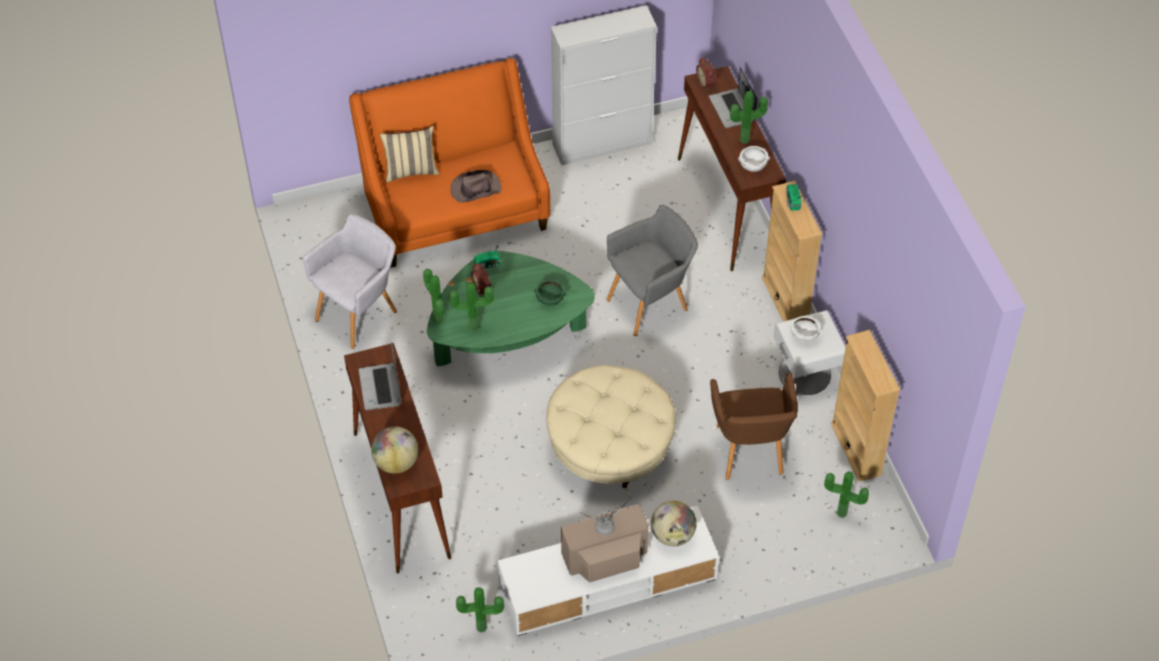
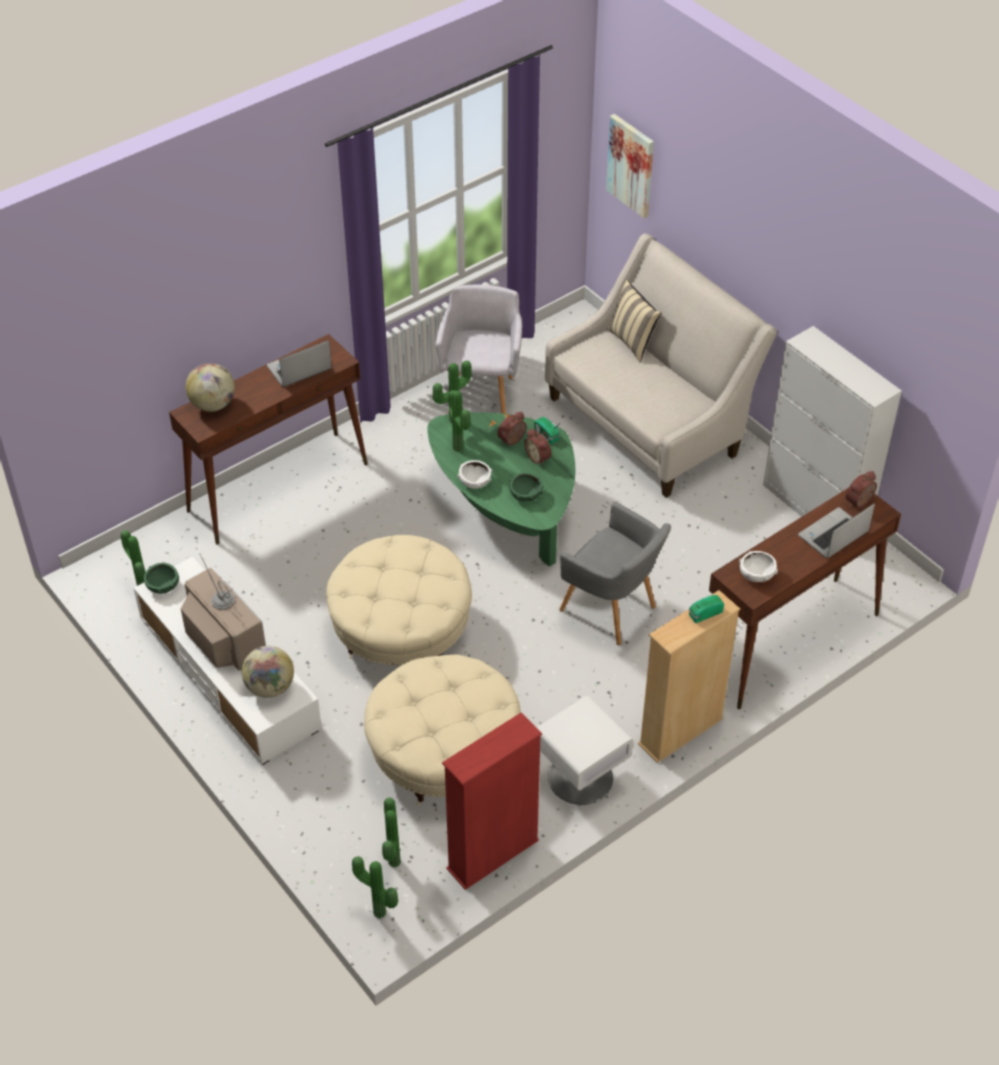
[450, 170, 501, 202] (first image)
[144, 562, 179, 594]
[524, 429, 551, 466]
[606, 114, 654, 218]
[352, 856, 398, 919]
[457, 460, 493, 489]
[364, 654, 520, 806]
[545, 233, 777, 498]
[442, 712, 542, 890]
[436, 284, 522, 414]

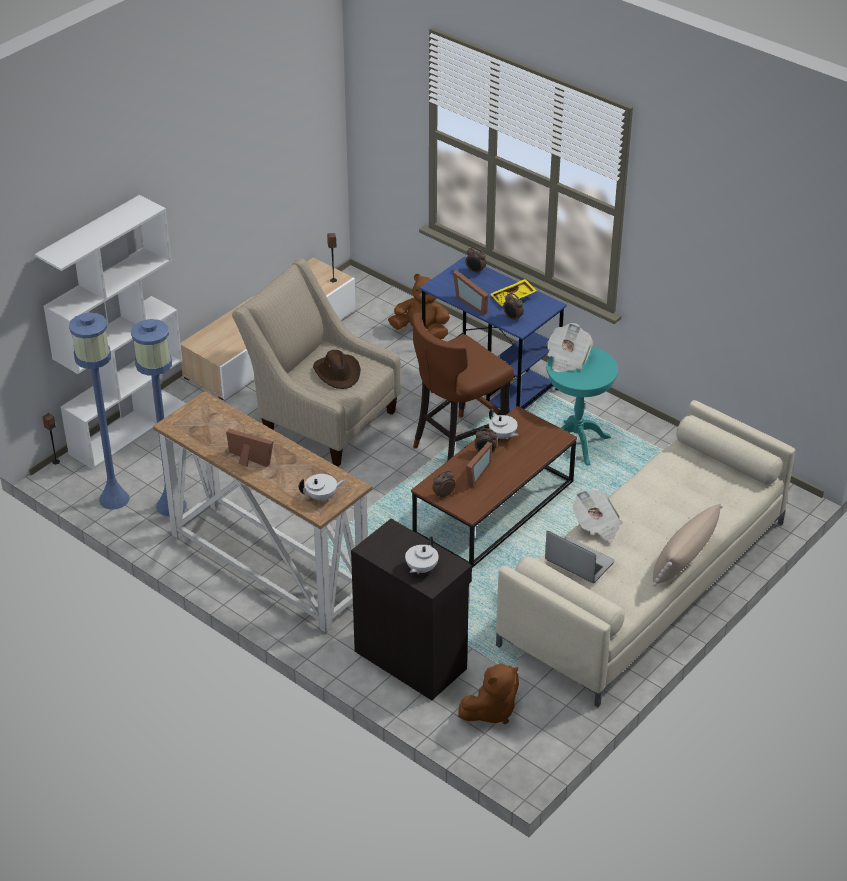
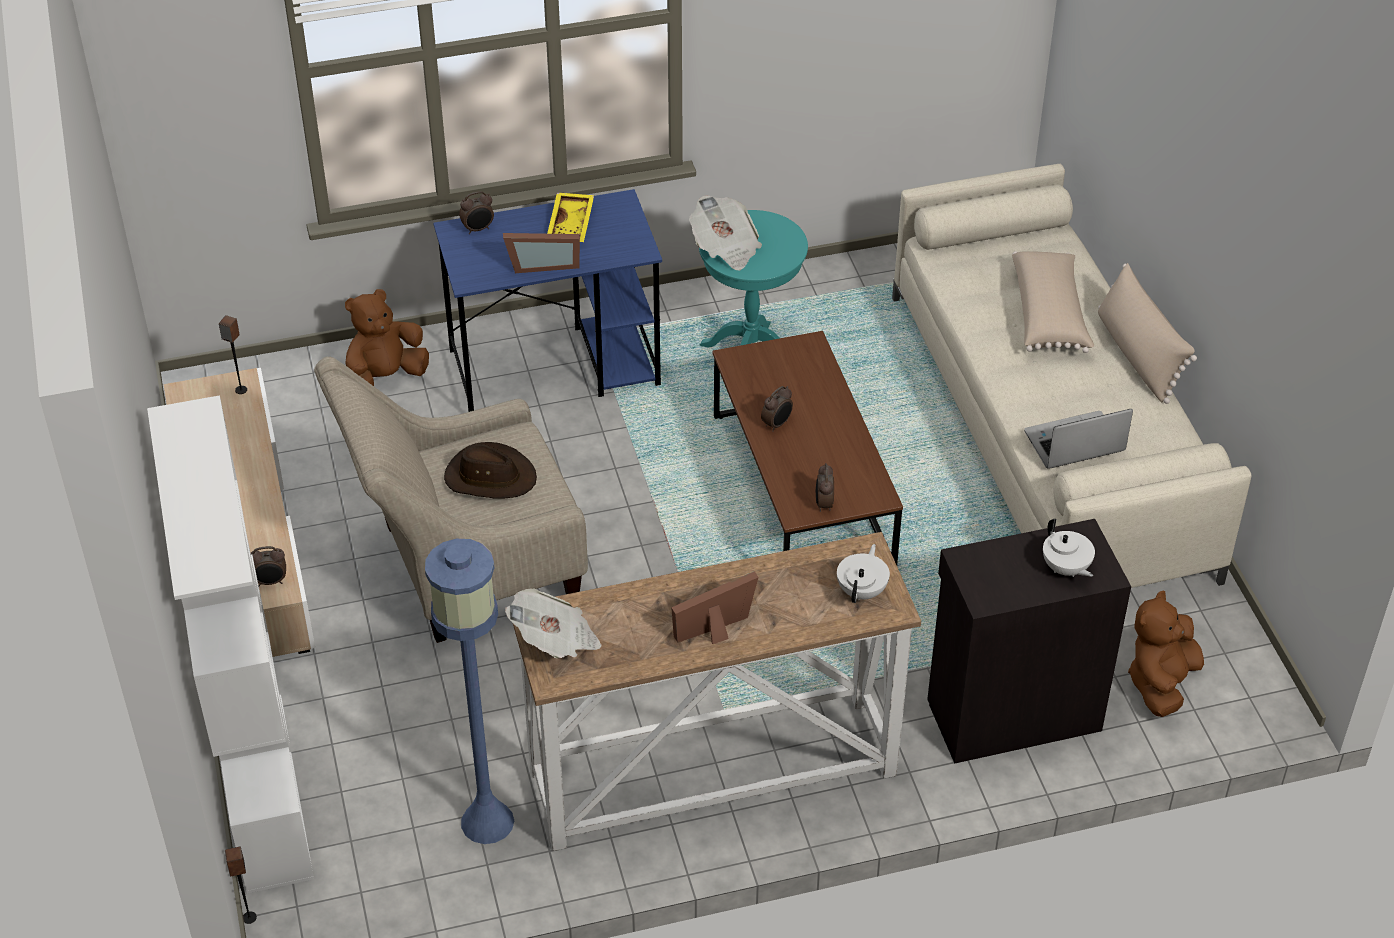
[69, 313, 129, 510] (first image)
[413, 312, 514, 460] (first image)
[466, 442, 492, 488] (first image)
[489, 409, 519, 440] (first image)
[1012, 251, 1094, 353]
[250, 546, 286, 587]
[505, 588, 602, 659]
[1128, 590, 1204, 717]

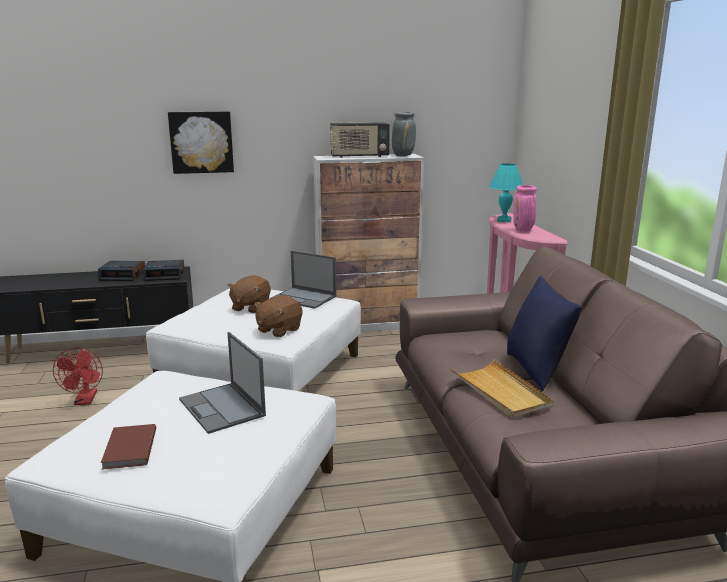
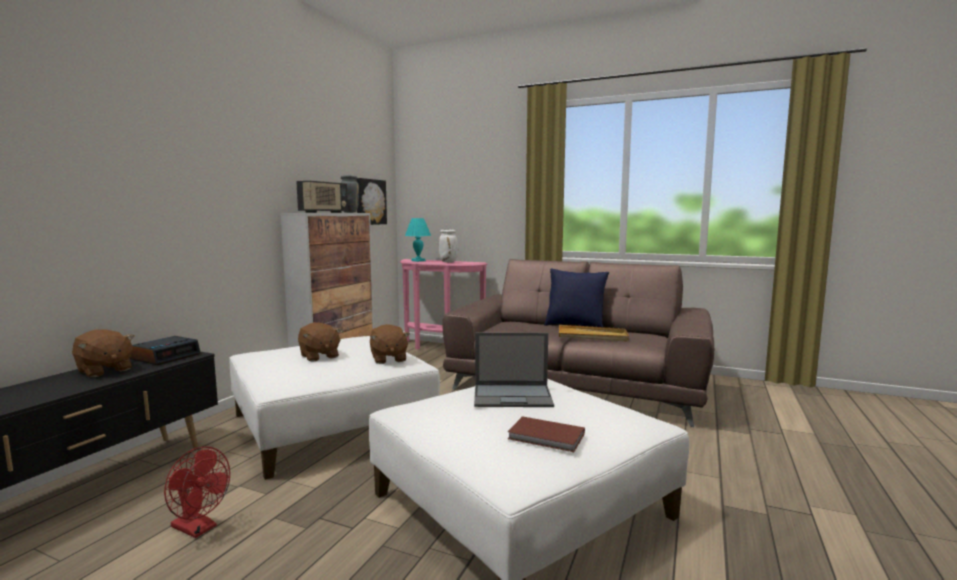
[270, 251, 336, 309] (first image)
[356, 178, 387, 225]
[72, 330, 135, 377]
[439, 229, 458, 263]

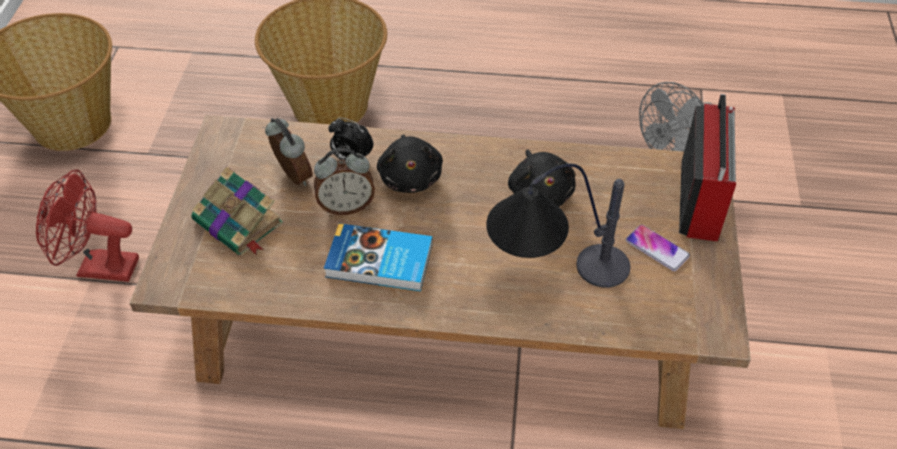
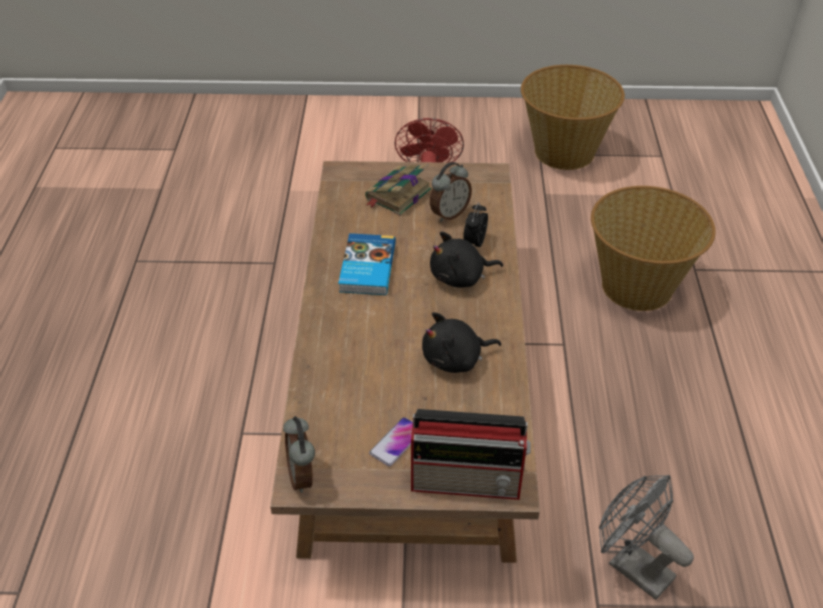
[486, 163, 630, 288] (first image)
[283, 416, 315, 493]

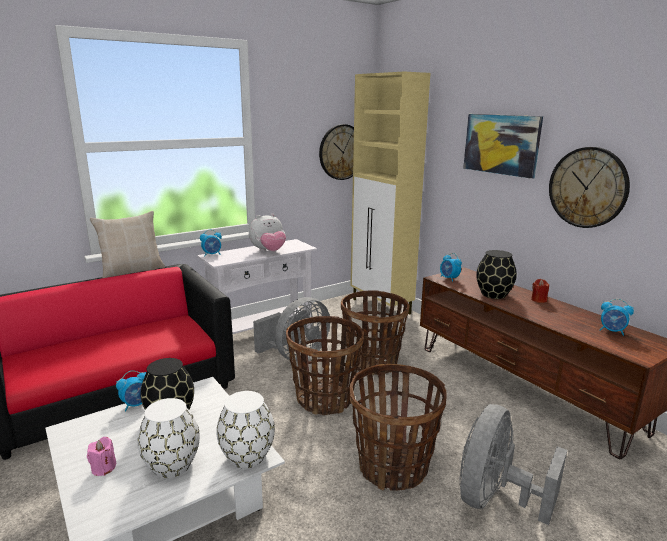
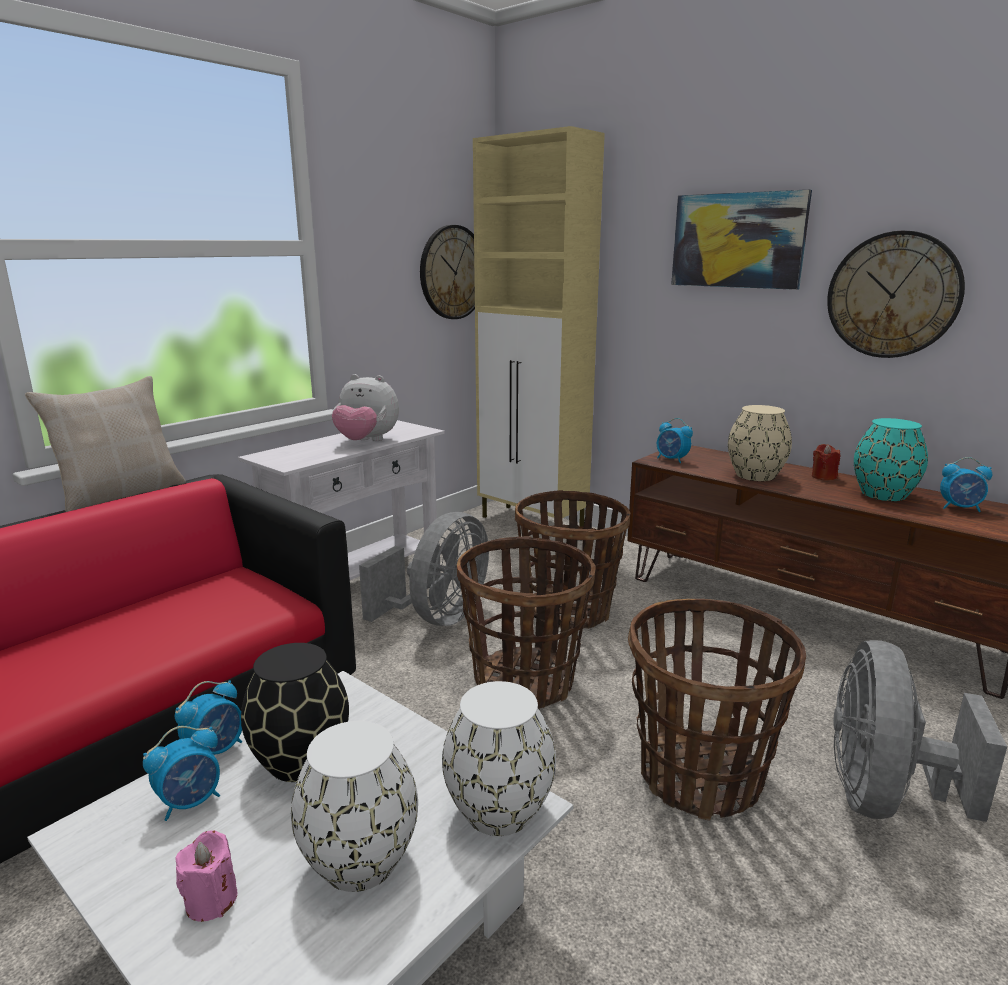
[854, 418, 928, 501]
[143, 726, 220, 821]
[728, 405, 792, 481]
[332, 374, 399, 441]

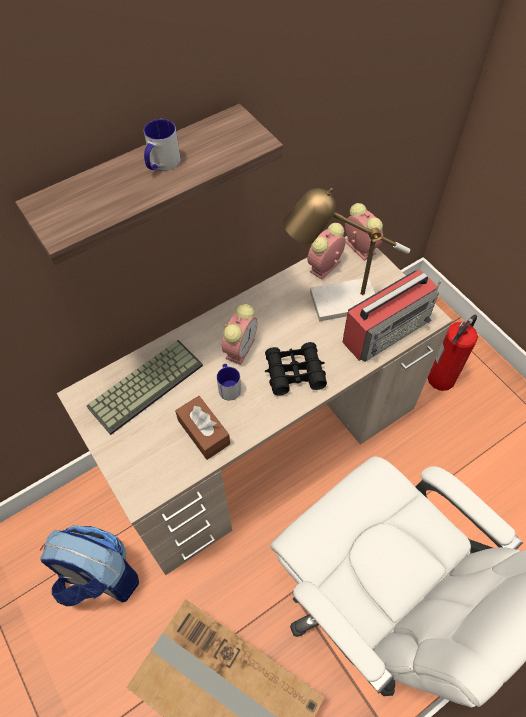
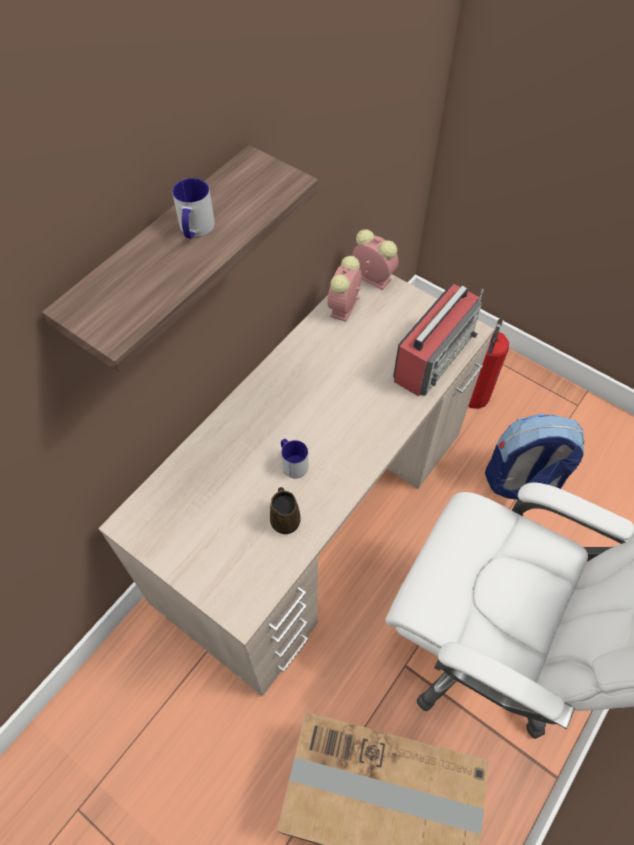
[86, 340, 203, 435] (first image)
[222, 304, 257, 365] (first image)
[265, 342, 327, 396] (first image)
[283, 188, 410, 321] (first image)
[485, 414, 584, 500]
[270, 487, 301, 534]

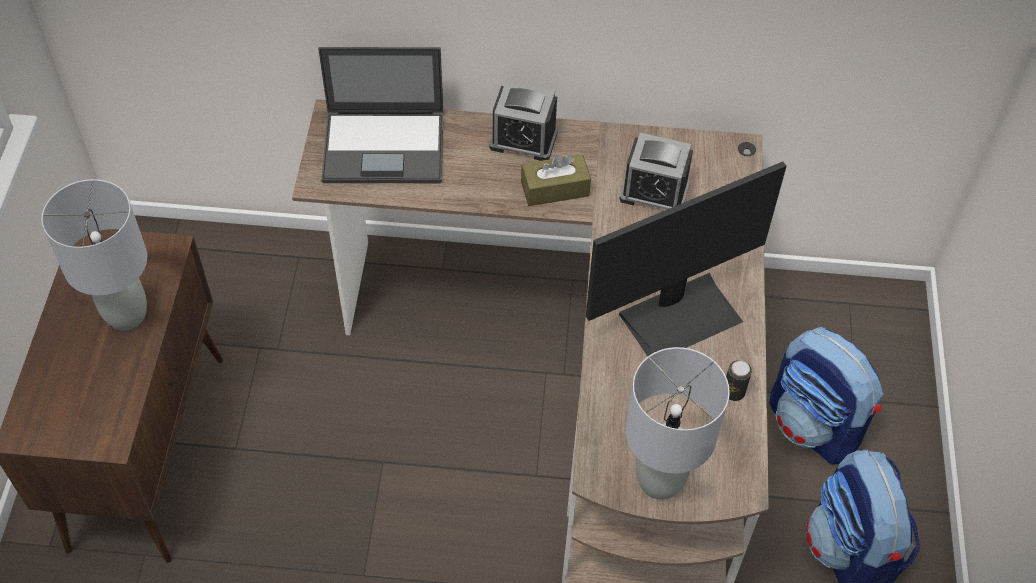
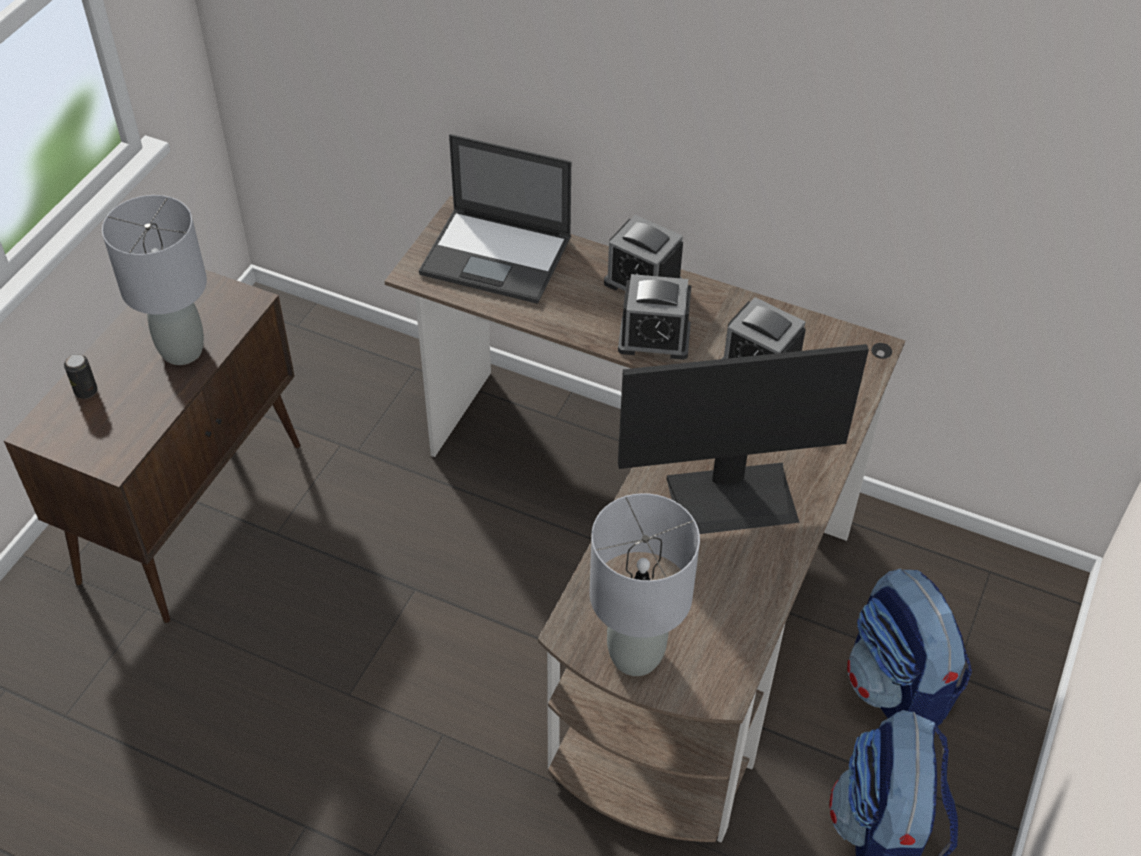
[64, 354, 98, 399]
[618, 274, 692, 360]

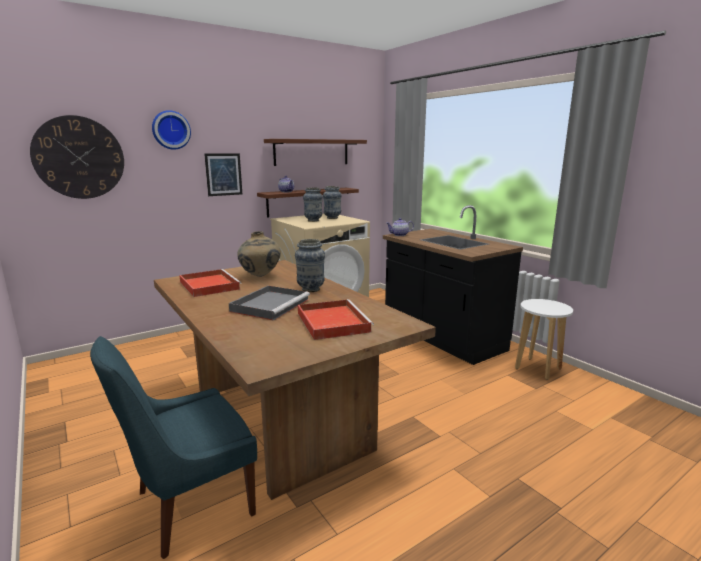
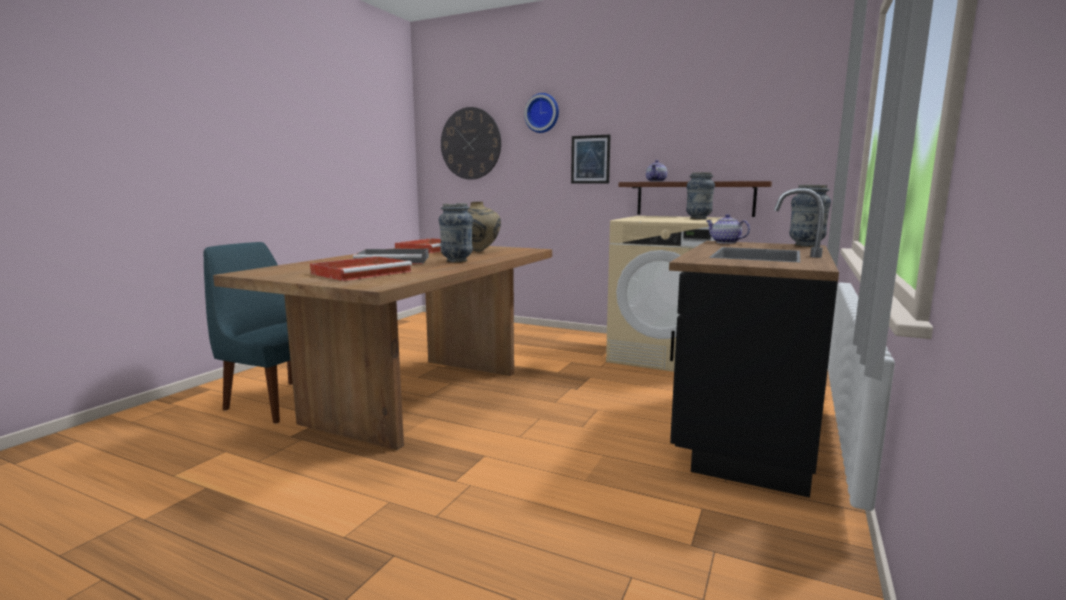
[264, 139, 367, 166] (first image)
[515, 299, 573, 380] (first image)
[789, 185, 831, 247]

